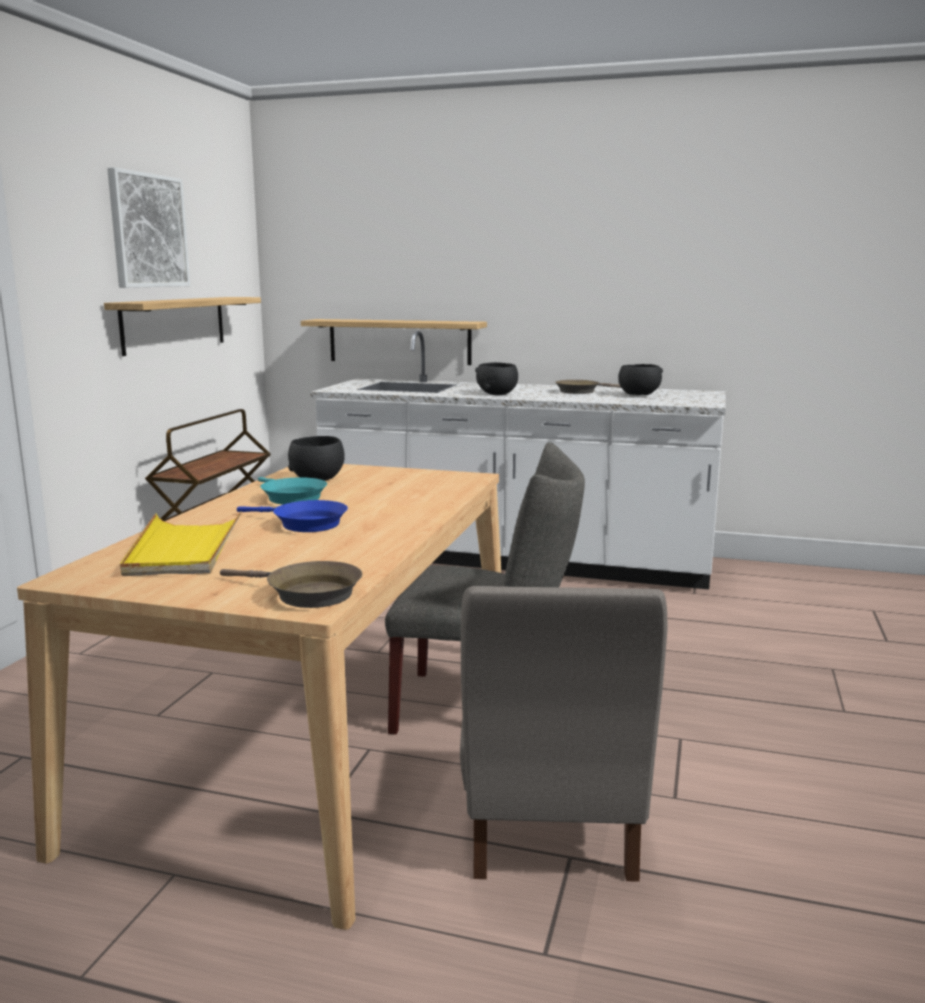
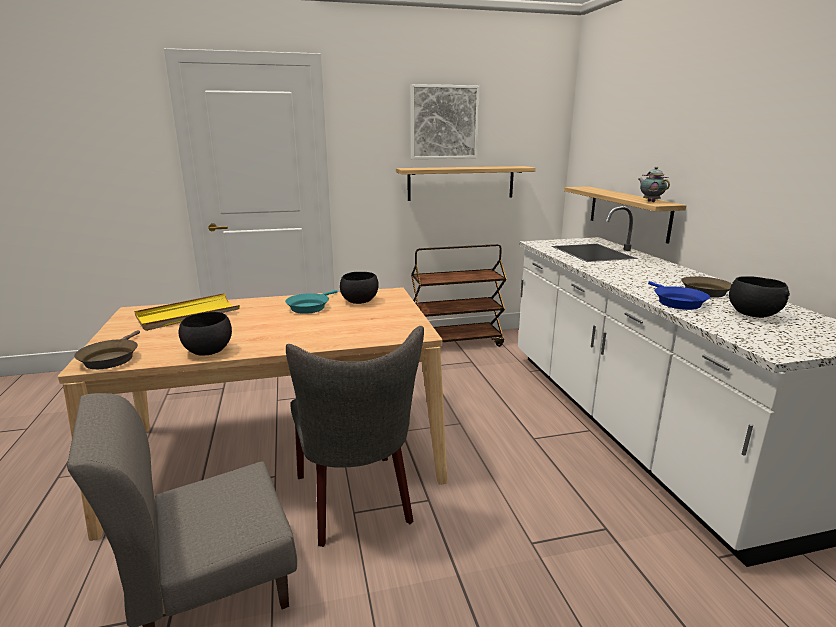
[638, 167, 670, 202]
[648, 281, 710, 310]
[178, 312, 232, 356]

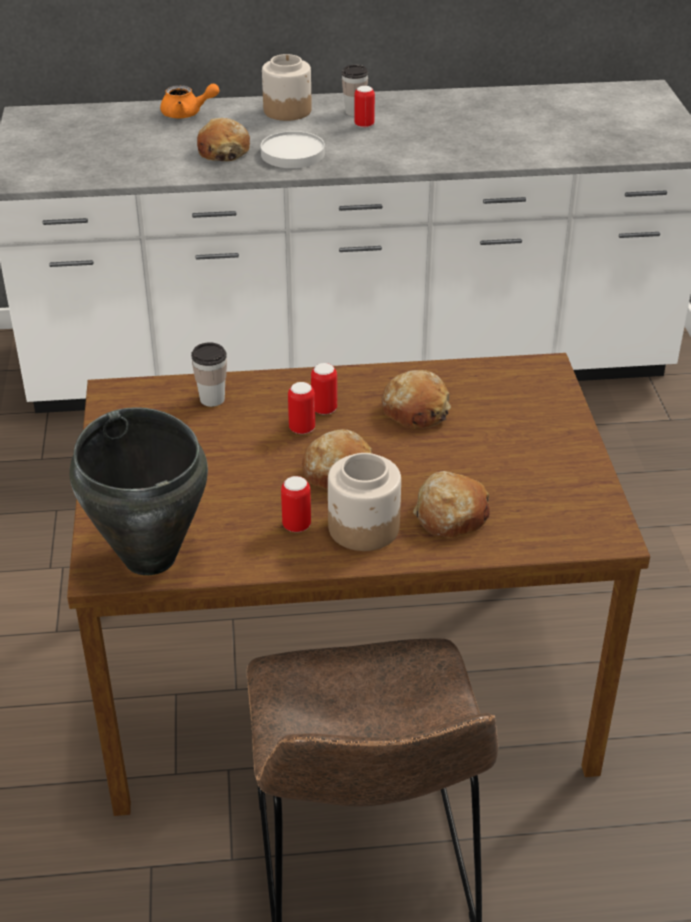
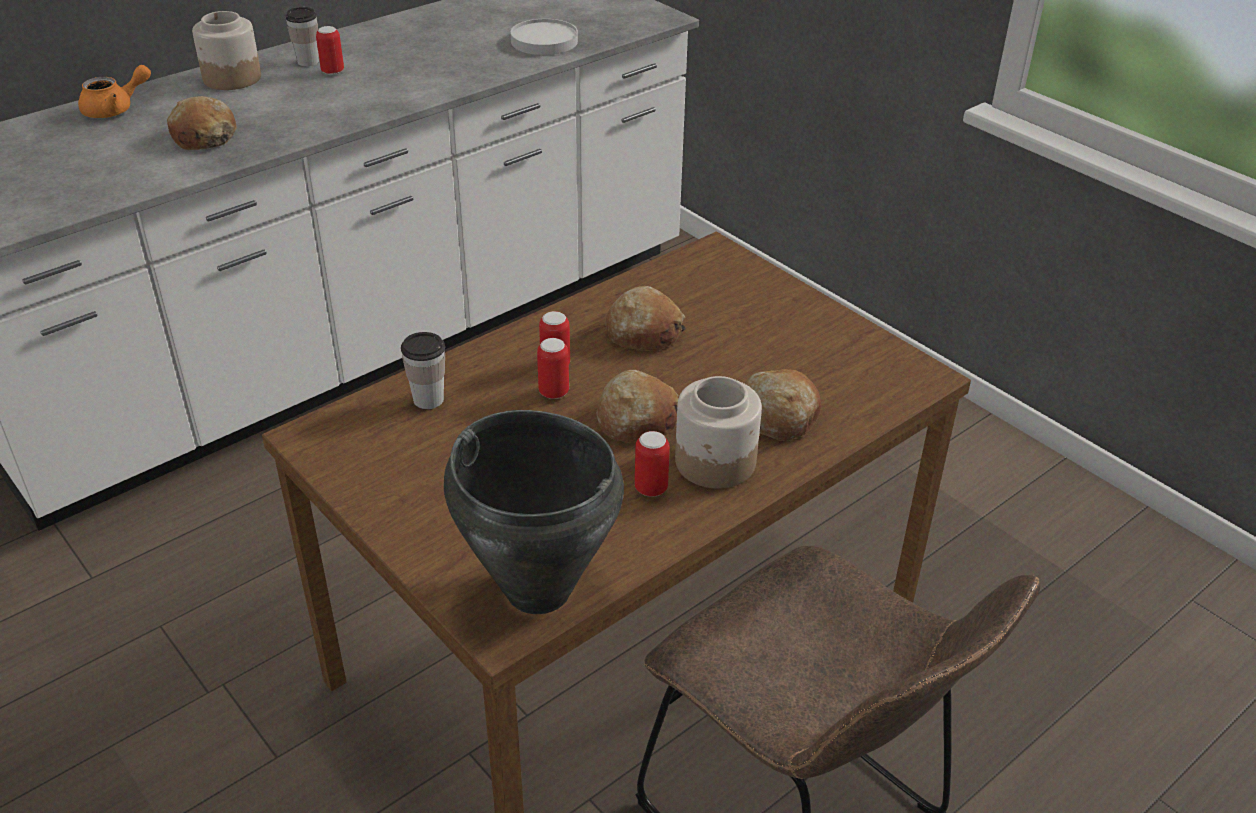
[511, 19, 578, 55]

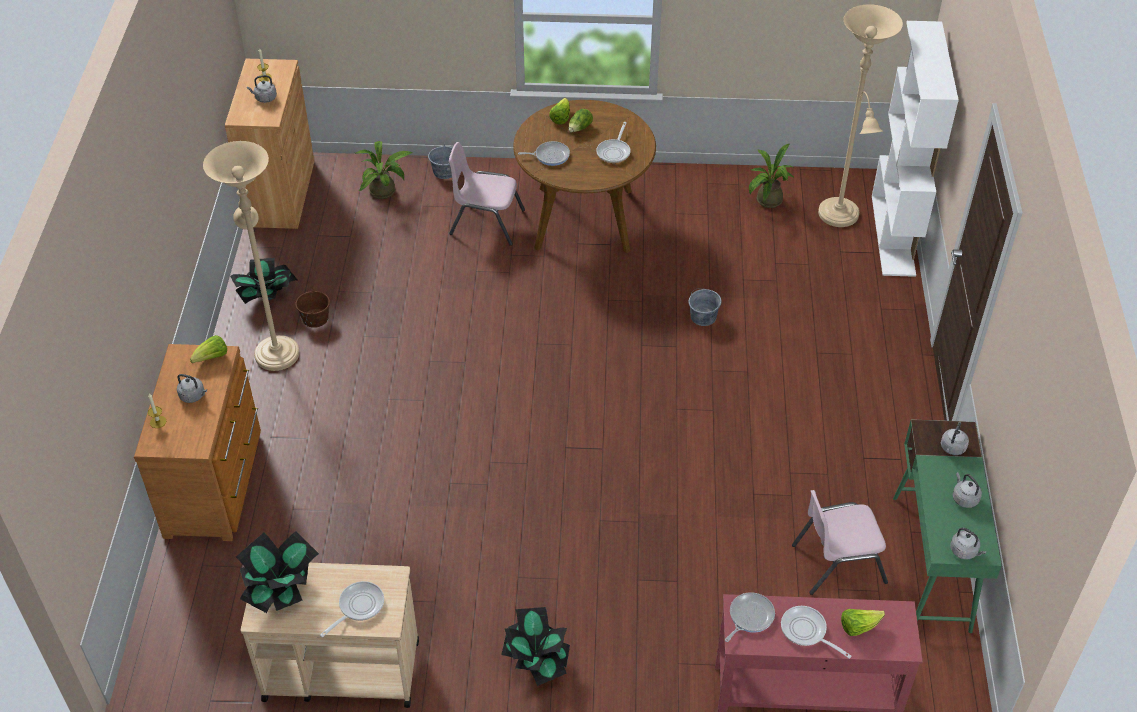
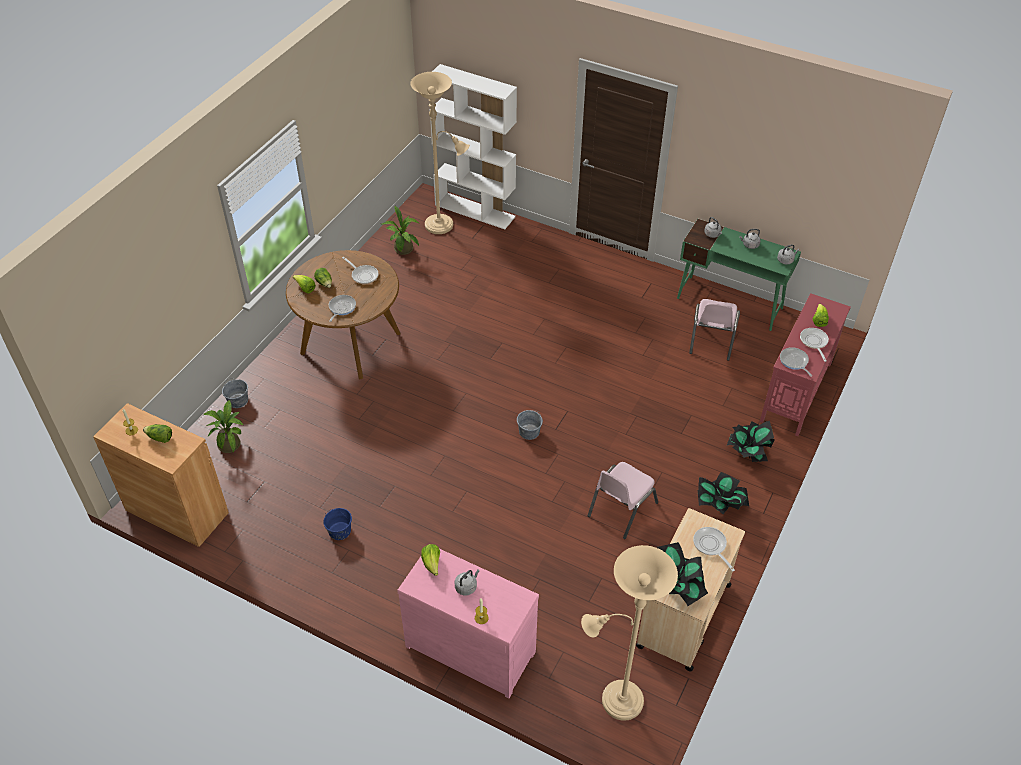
[581, 545, 678, 721]
[727, 421, 774, 462]
[588, 462, 658, 539]
[517, 410, 543, 440]
[143, 424, 172, 443]
[397, 549, 539, 699]
[324, 508, 352, 540]
[800, 328, 829, 362]

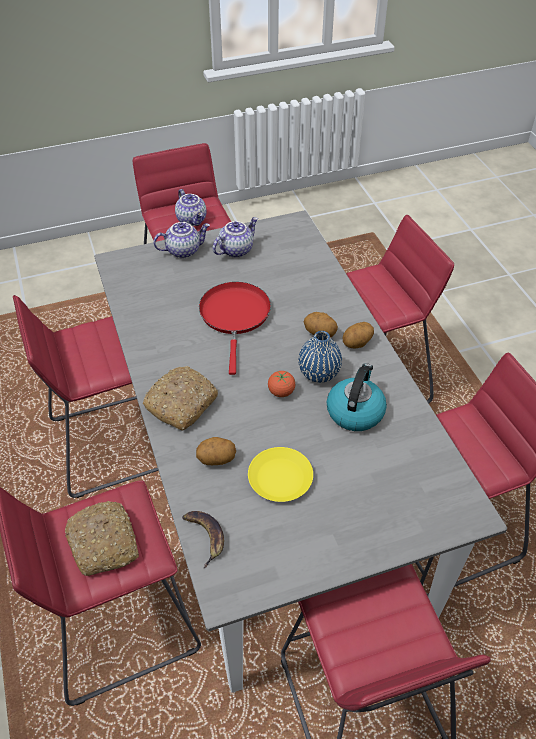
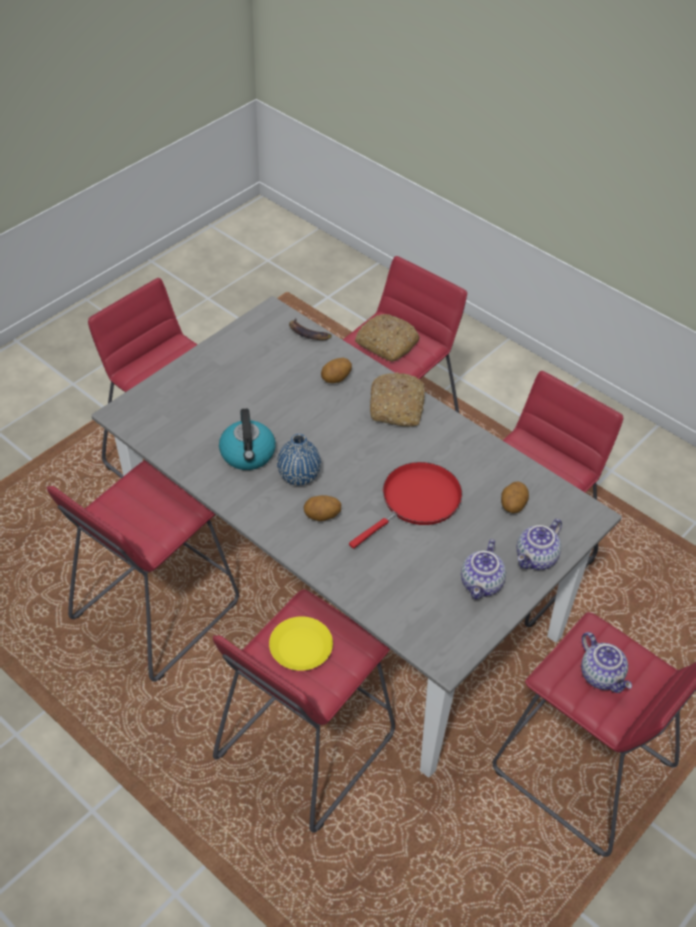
[268, 371, 295, 397] (first image)
[269, 616, 333, 671]
[501, 482, 529, 513]
[581, 632, 632, 693]
[349, 462, 462, 549]

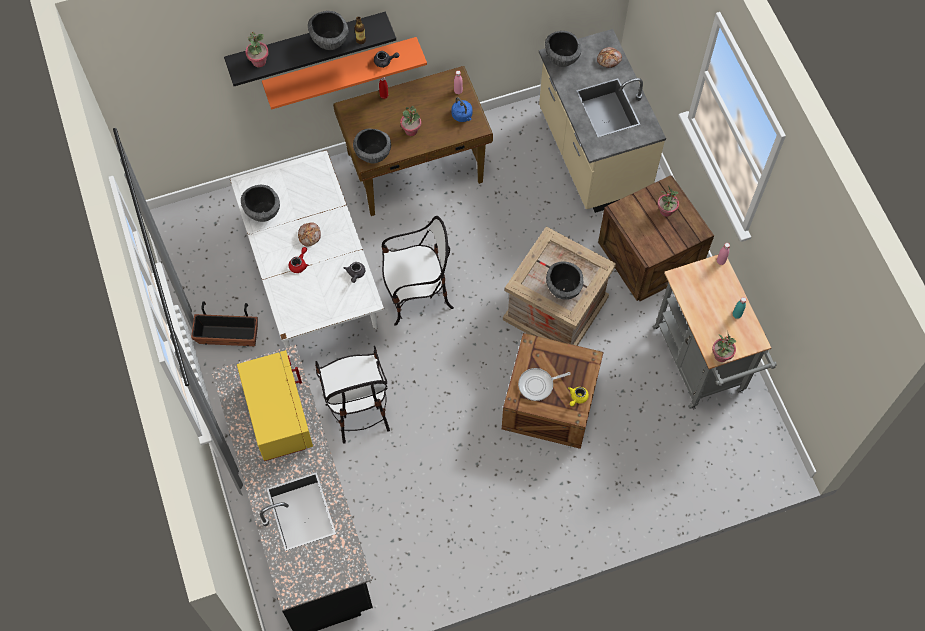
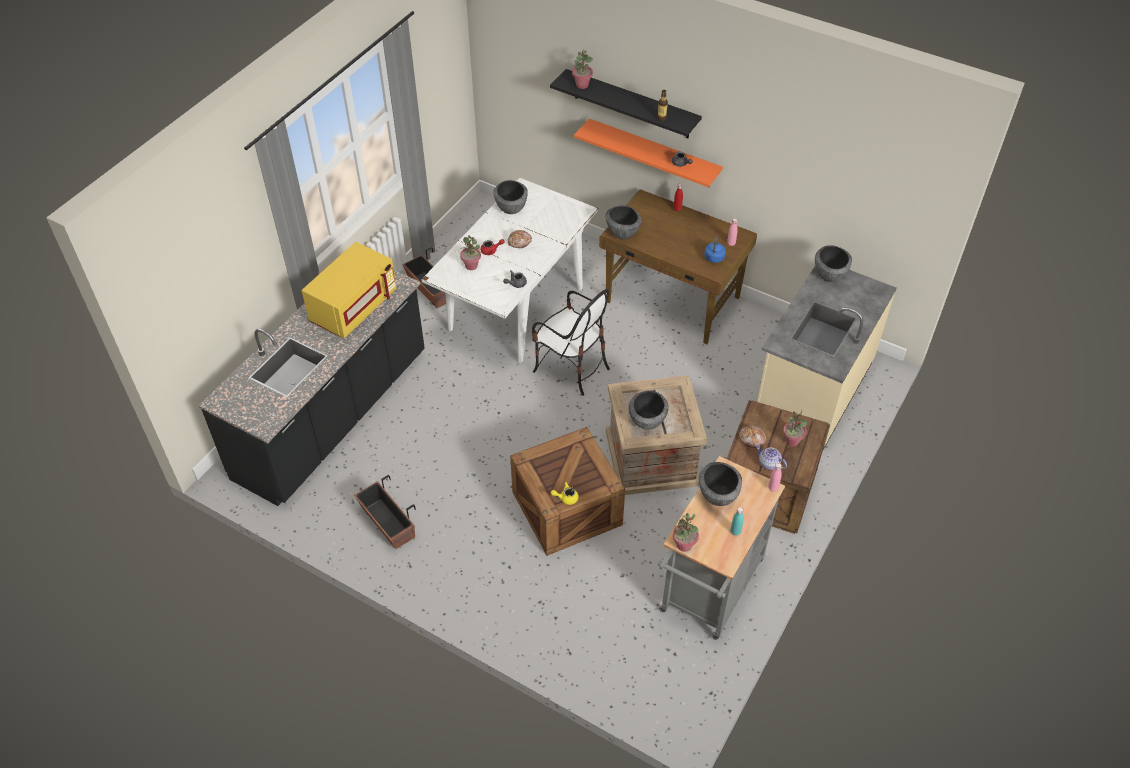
[315, 346, 390, 444] (first image)
[518, 368, 571, 401] (first image)
[354, 475, 416, 549]
[755, 444, 787, 470]
[699, 462, 742, 506]
[460, 235, 481, 270]
[739, 425, 766, 448]

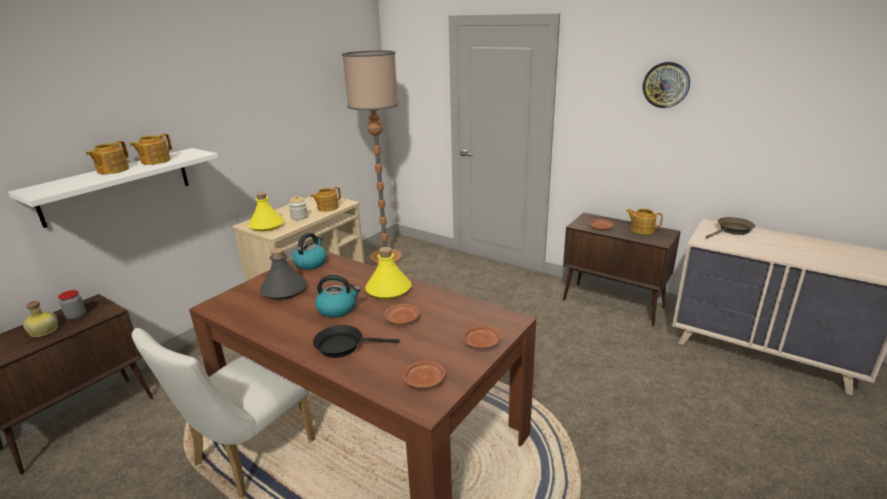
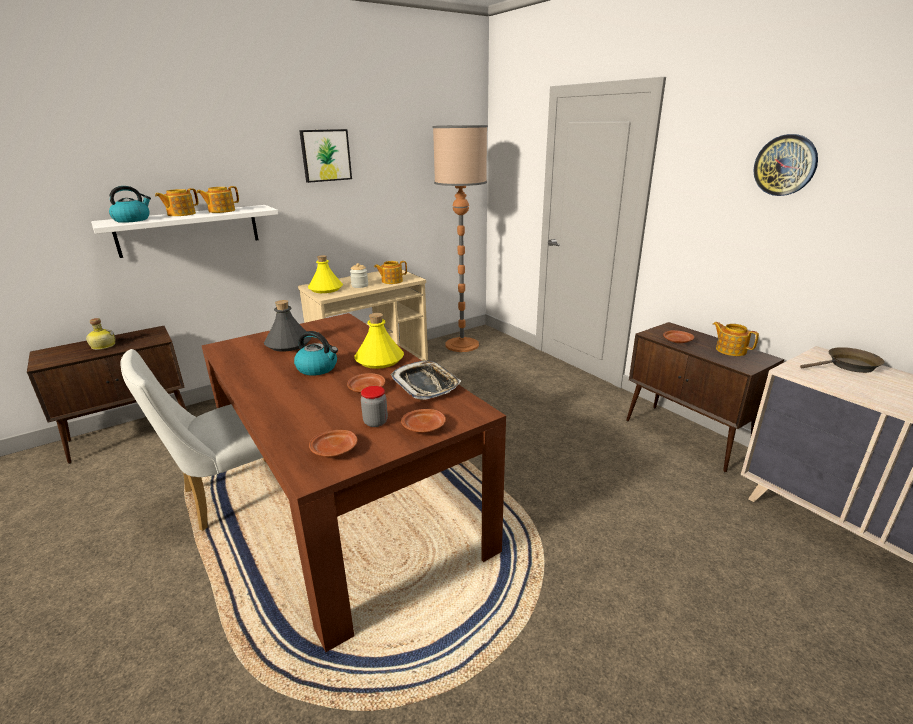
[313, 325, 399, 358] (first image)
[299, 129, 352, 183]
[391, 361, 461, 400]
[361, 386, 388, 427]
[109, 186, 151, 223]

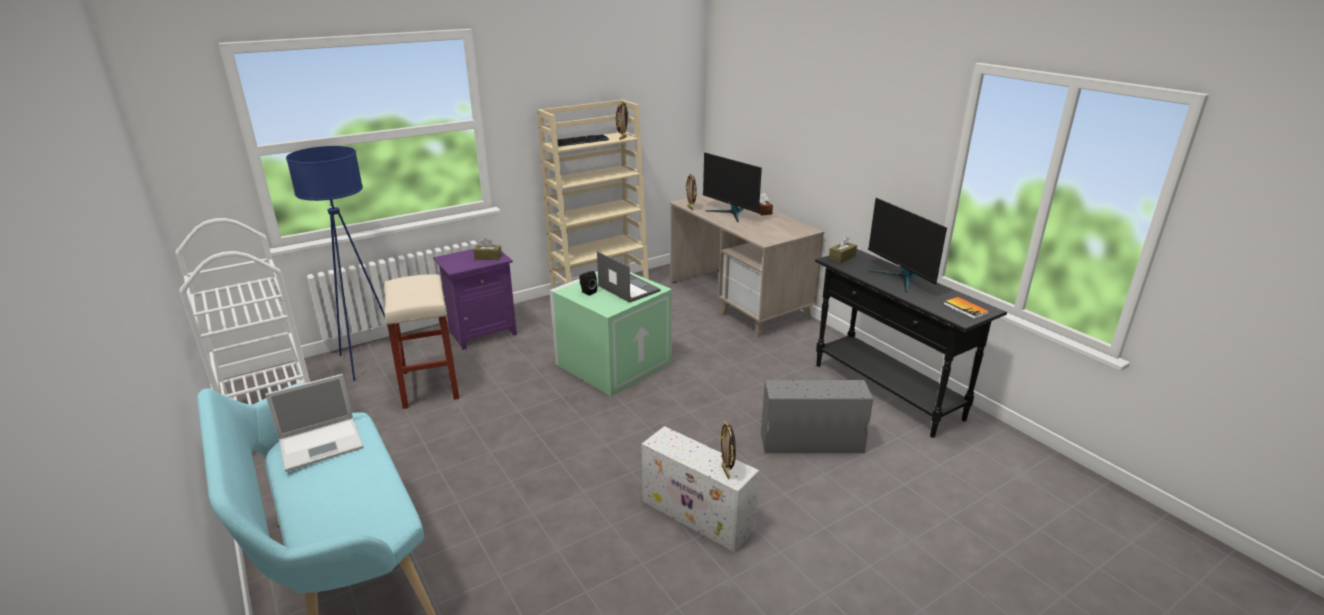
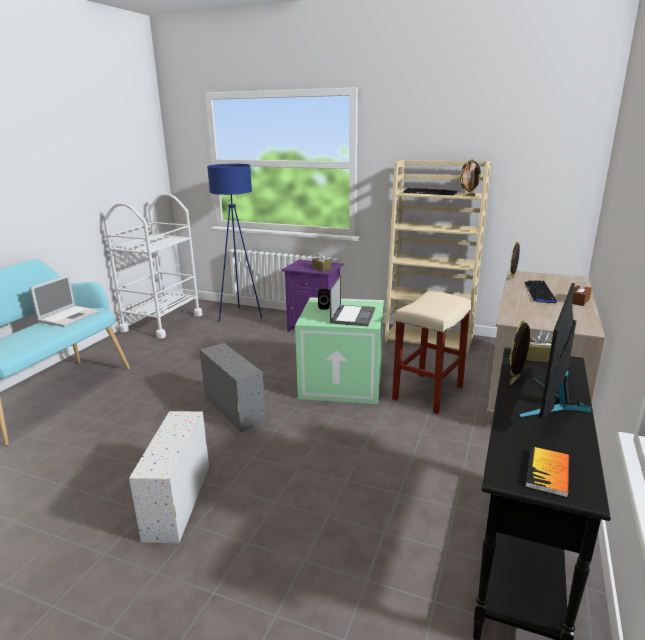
[392, 292, 471, 414]
[509, 320, 530, 385]
[200, 343, 266, 432]
[524, 280, 557, 303]
[30, 275, 100, 327]

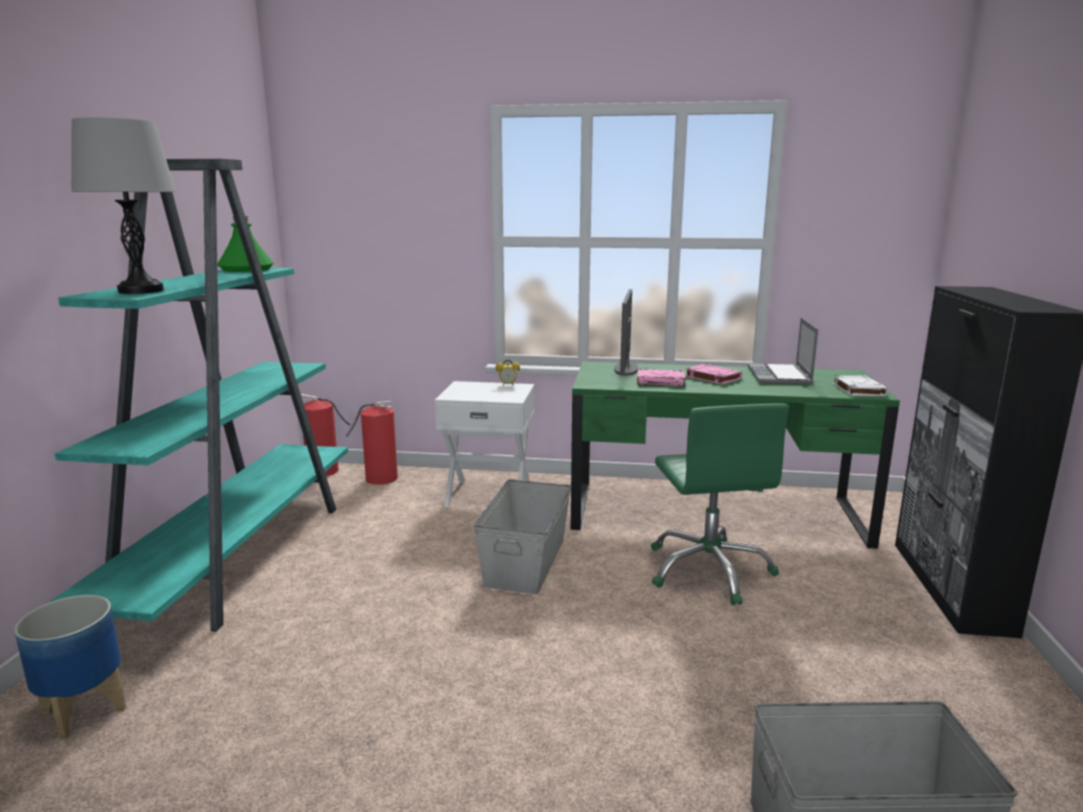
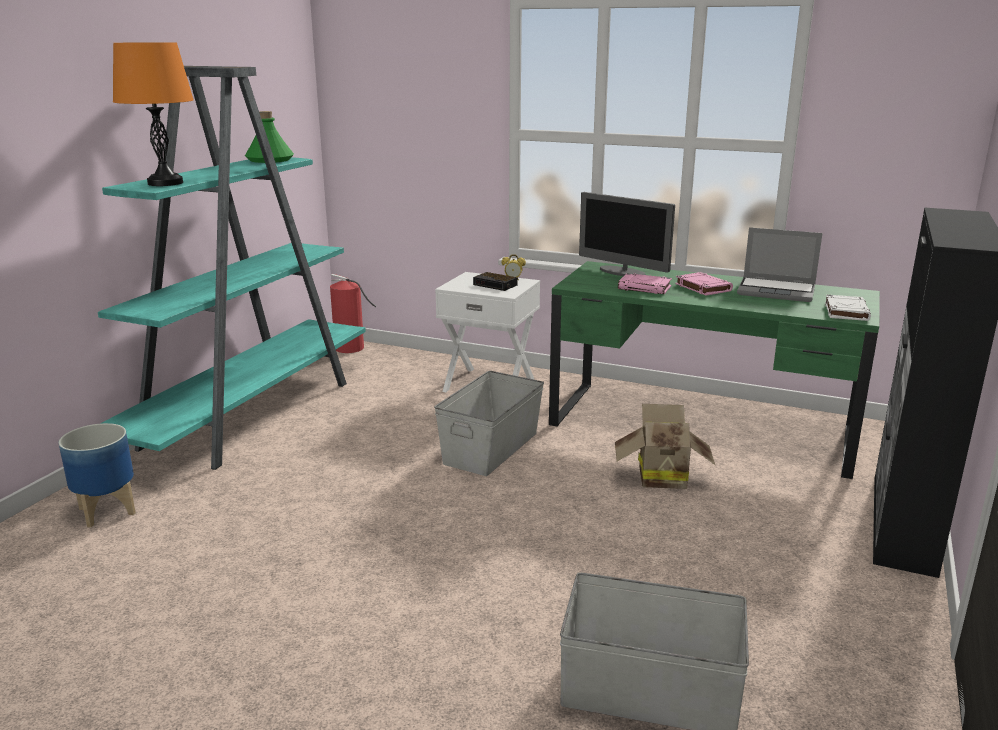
[346, 401, 398, 485] (first image)
[473, 272, 518, 291]
[615, 404, 715, 489]
[113, 42, 194, 186]
[579, 192, 675, 276]
[737, 227, 822, 302]

